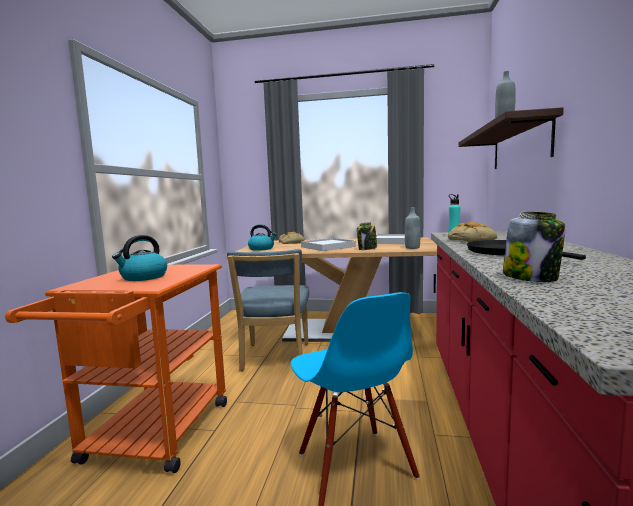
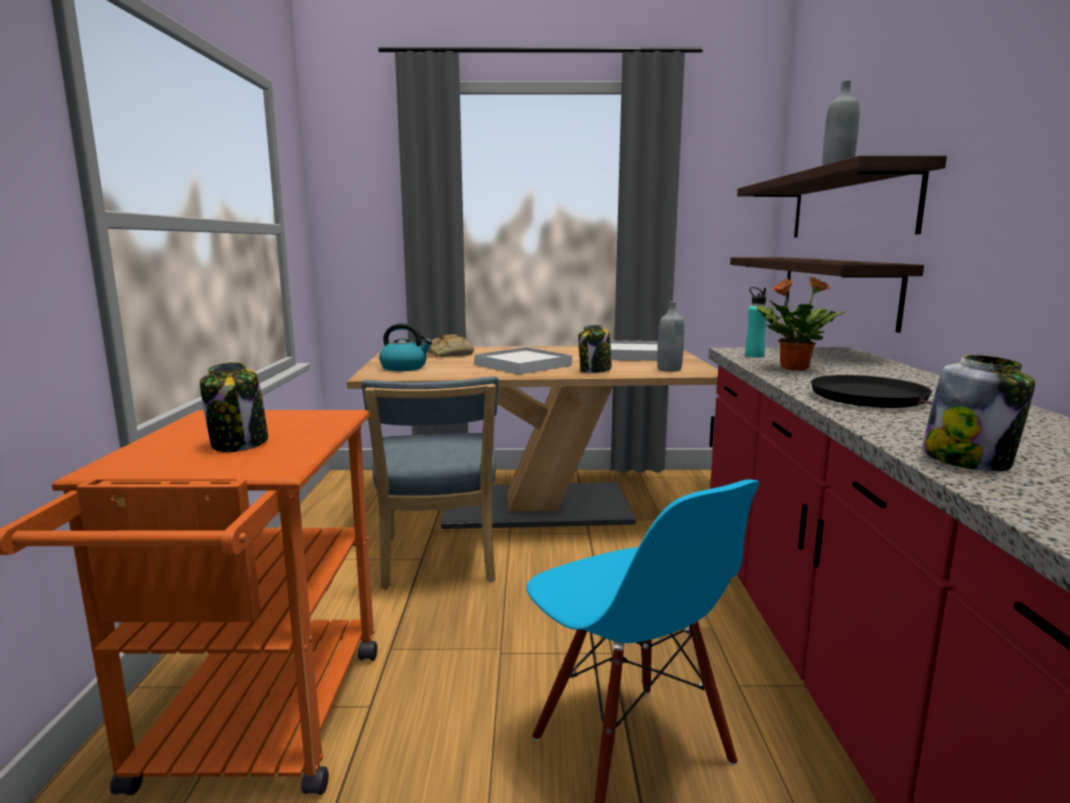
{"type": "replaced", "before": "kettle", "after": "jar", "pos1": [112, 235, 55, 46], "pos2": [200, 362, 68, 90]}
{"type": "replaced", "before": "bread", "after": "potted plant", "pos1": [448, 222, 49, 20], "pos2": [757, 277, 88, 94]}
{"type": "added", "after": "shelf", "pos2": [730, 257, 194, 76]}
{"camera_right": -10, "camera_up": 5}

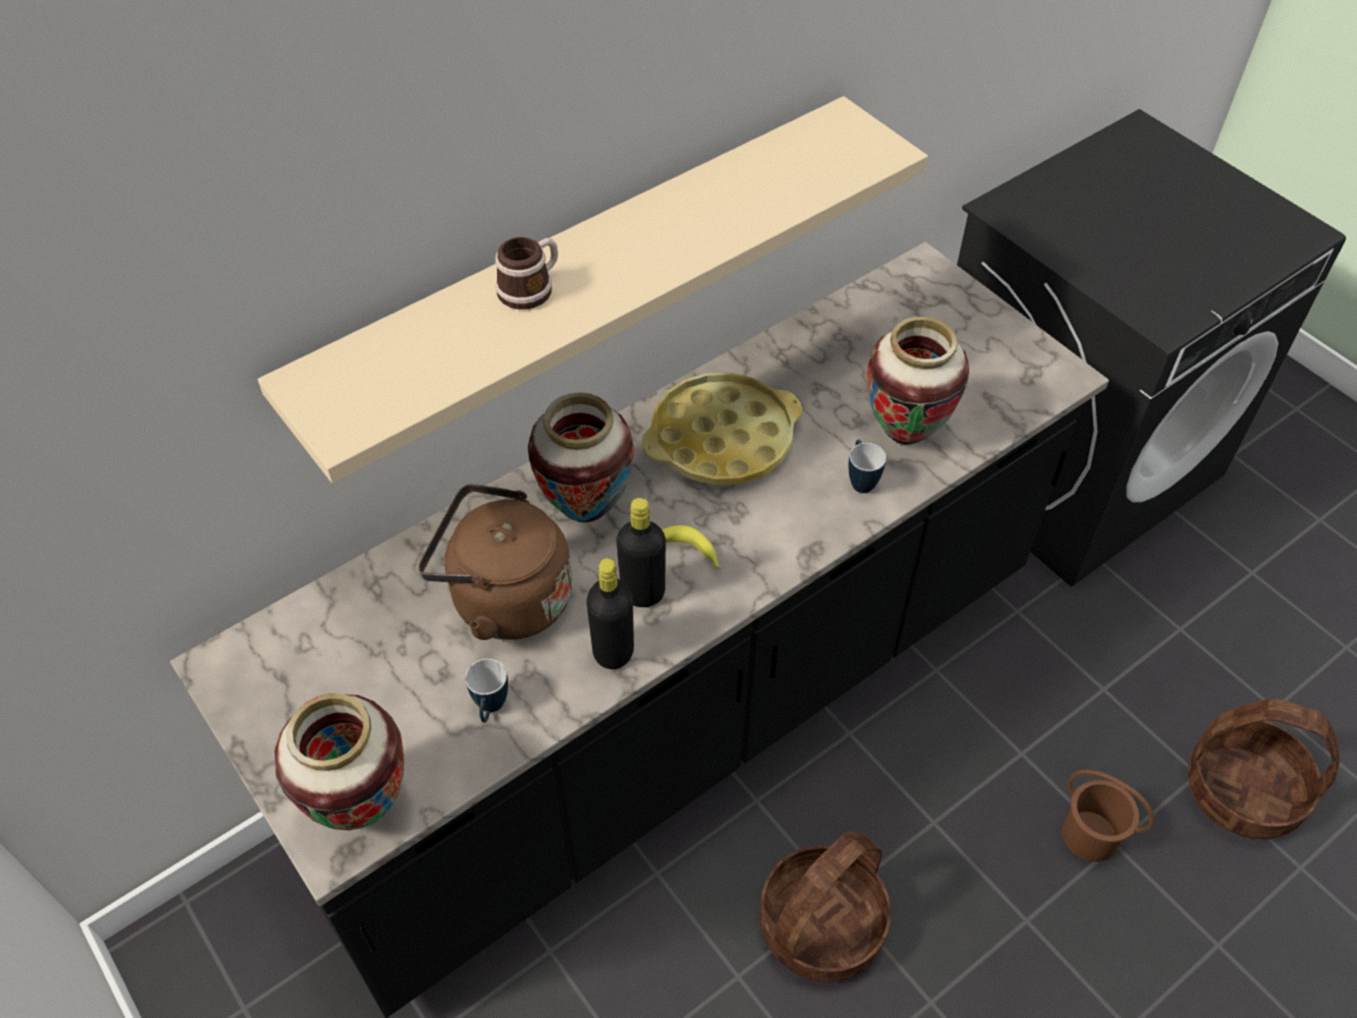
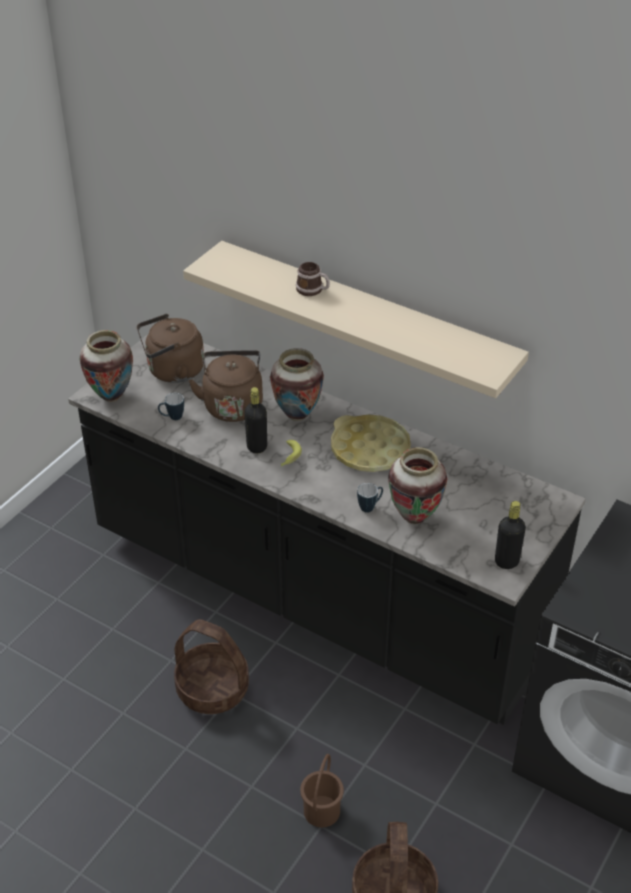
{"type": "moved", "before": "black bottle", "pos1": [586, 558, 48, 111], "pos2": [495, 501, 31, 68]}
{"type": "added", "after": "brown kettle", "pos2": [137, 314, 67, 69]}
{"camera_right": 70, "camera_up": -10}

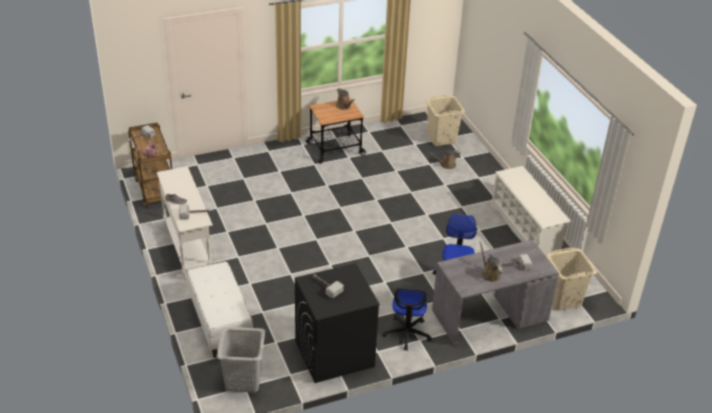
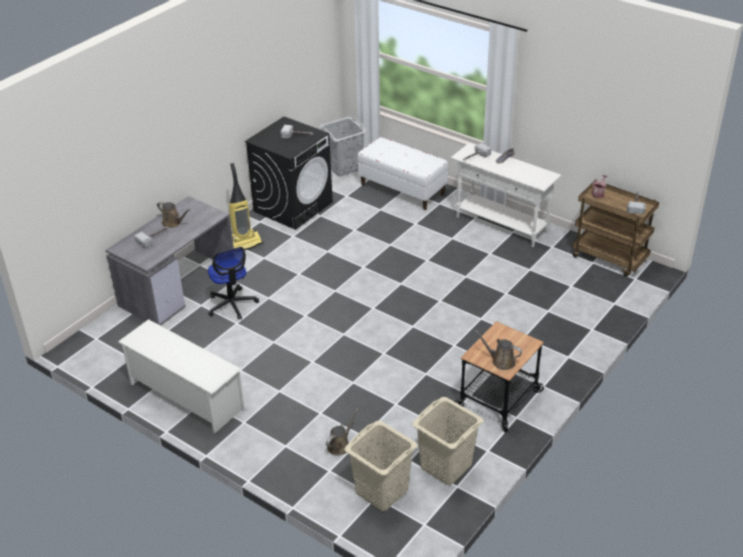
{"type": "replaced", "before": "office chair", "after": "vacuum cleaner", "pos1": [382, 288, 50, 63], "pos2": [229, 163, 34, 87]}
{"type": "moved", "before": "beige laundry basket", "pos1": [546, 248, 51, 62], "pos2": [412, 397, 71, 88]}
{"camera_right": 150, "camera_up": 0}

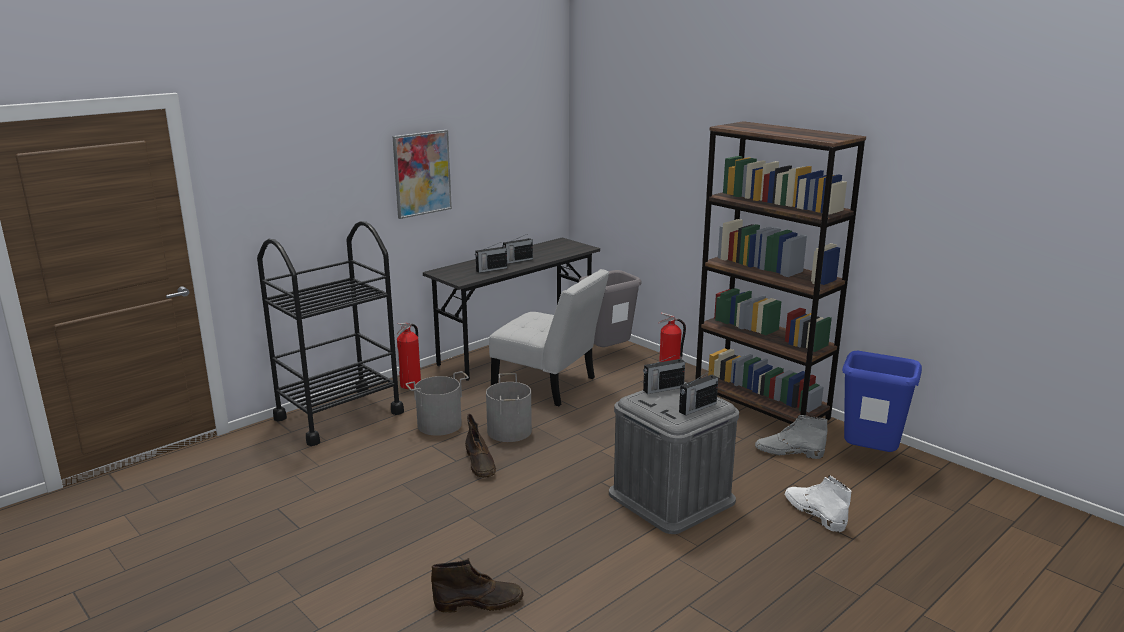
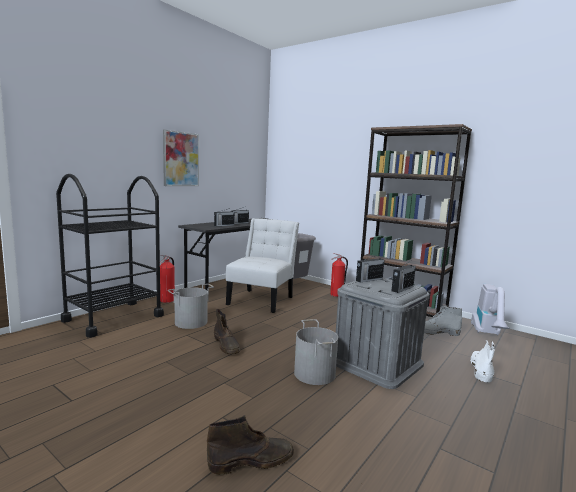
{"type": "moved", "before": "grey bucket", "pos1": [486, 373, 46, 69], "pos2": [294, 319, 44, 66]}
{"type": "turned", "before": "white chair", "pos1": [489, 269, 120, 137], "pos2": [226, 218, 73, 95], "turn": -90}
{"type": "turned", "before": "white boot", "pos1": [785, 476, 66, 57], "pos2": [470, 340, 25, 42], "turn": 60}
{"type": "replaced", "before": "blue trash can", "after": "vacuum cleaner", "pos1": [842, 351, 80, 101], "pos2": [471, 284, 39, 51]}
{"camera_right": -10, "camera_up": -10}

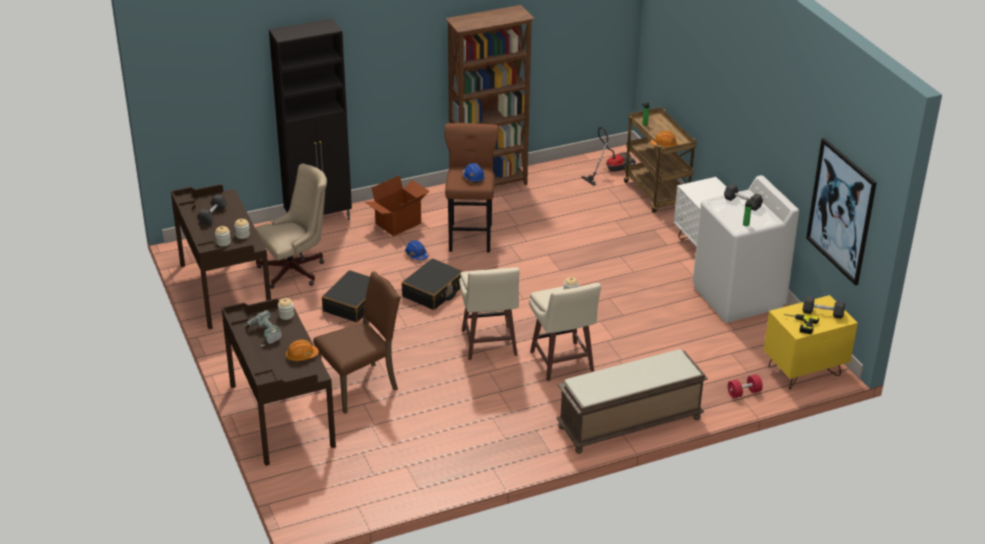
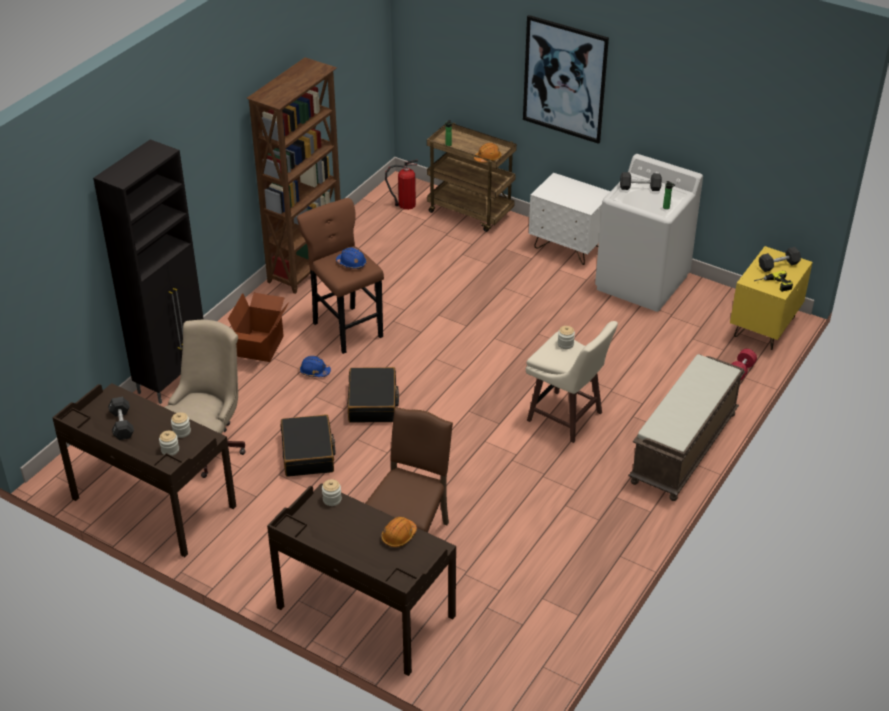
{"type": "removed", "before": "power drill", "pos1": [245, 310, 37, 37]}
{"type": "removed", "before": "beige stool", "pos1": [459, 267, 61, 93]}
{"type": "replaced", "before": "vacuum cleaner", "after": "fire extinguisher", "pos1": [581, 127, 55, 59], "pos2": [385, 160, 33, 50]}
{"type": "moved", "before": "picture", "pos1": [806, 138, 71, 148], "pos2": [523, 15, 86, 129]}
{"camera_right": -35, "camera_up": 5}

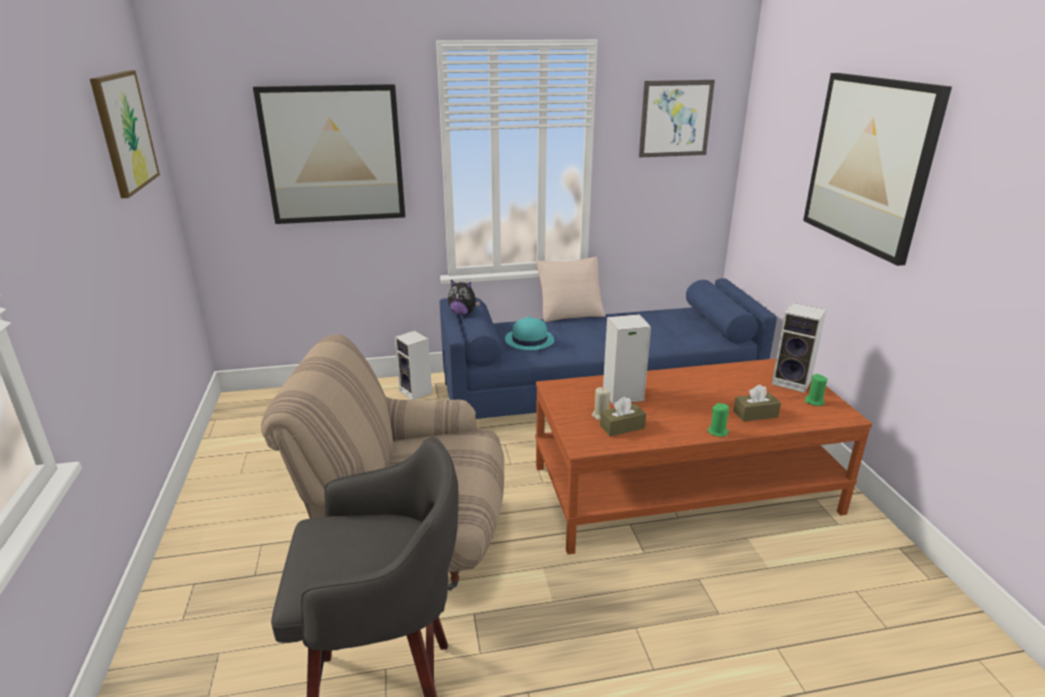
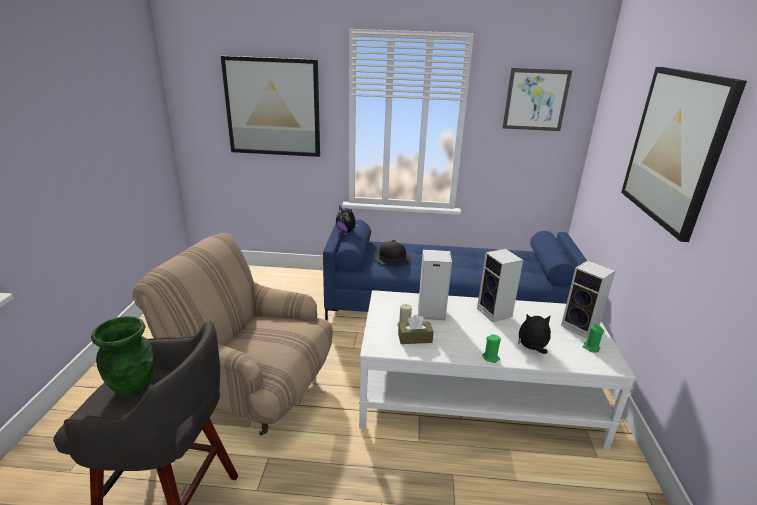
{"type": "removed", "before": "picture", "pos1": [90, 70, 70, 128]}
{"type": "moved", "before": "speaker", "pos1": [395, 331, 37, 69], "pos2": [477, 249, 46, 73]}
{"type": "recoloured", "before": "turquoise hat", "after": "black hat", "pos1": [505, 316, 49, 34], "pos2": [374, 240, 37, 26]}
{"type": "removed", "before": "beige pillow", "pos1": [536, 257, 70, 65]}
{"type": "recoloured", "before": "brown coffee table", "after": "white coffee table", "pos1": [536, 358, 336, 197], "pos2": [359, 290, 277, 160]}
{"type": "replaced", "before": "brown tissue box", "after": "plush toy", "pos1": [733, 384, 48, 38], "pos2": [518, 314, 33, 40]}
{"type": "added", "after": "green vase", "pos2": [91, 316, 64, 81]}
{"camera_right": 15, "camera_up": 0}

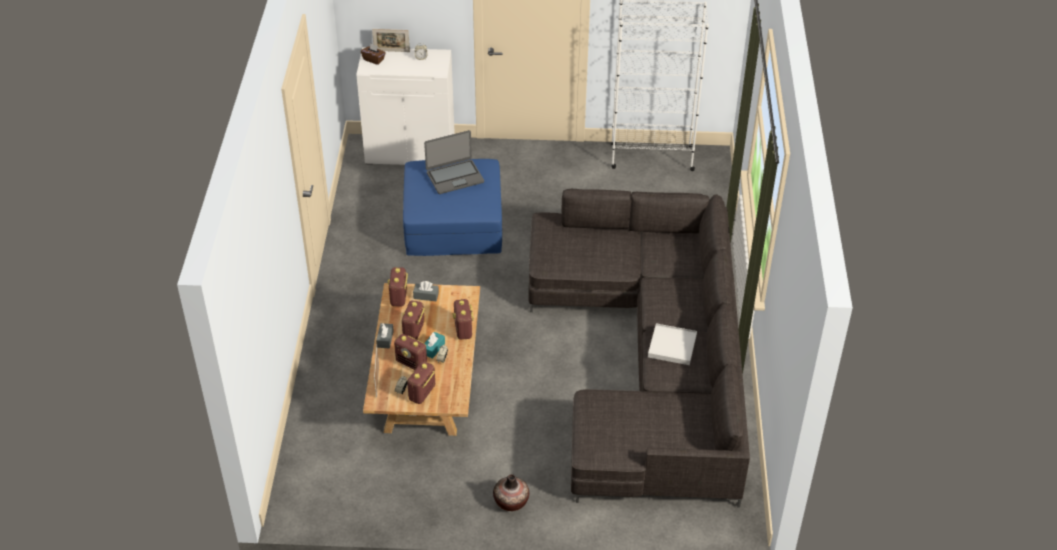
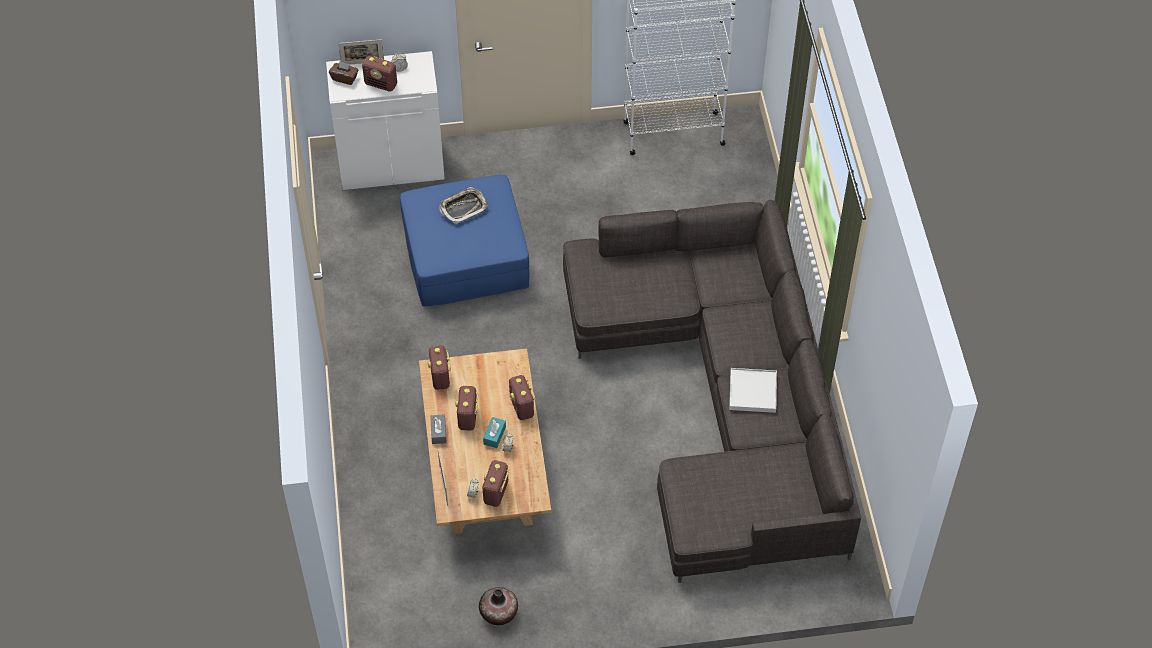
{"type": "moved", "before": "radio", "pos1": [394, 334, 33, 36], "pos2": [362, 56, 35, 36]}
{"type": "removed", "before": "grey tissue box", "pos1": [413, 281, 26, 20]}
{"type": "replaced", "before": "laptop", "after": "tray", "pos1": [424, 130, 60, 64], "pos2": [439, 187, 49, 37]}
{"type": "moved", "before": "vase", "pos1": [493, 474, 36, 37], "pos2": [479, 587, 39, 38]}
{"camera_right": -10, "camera_up": 10}

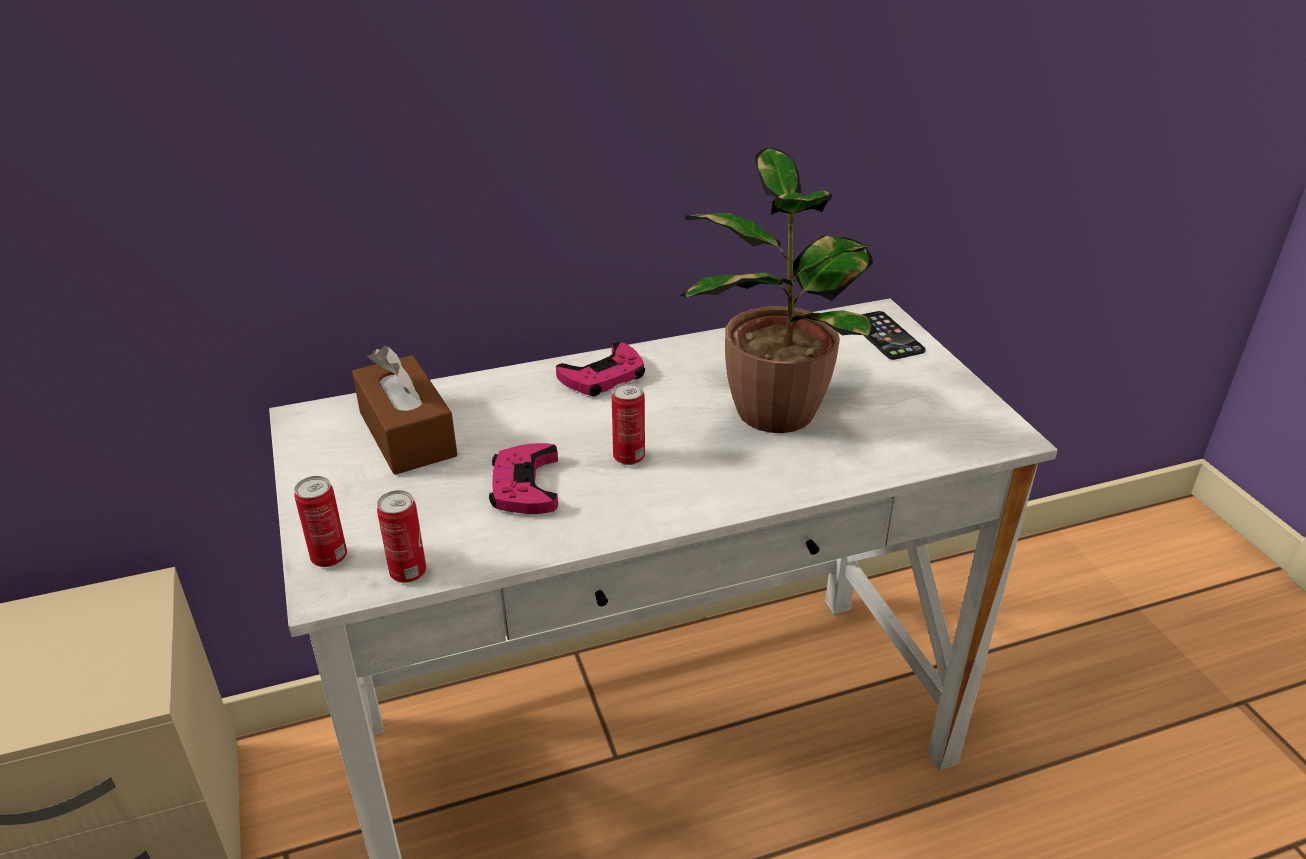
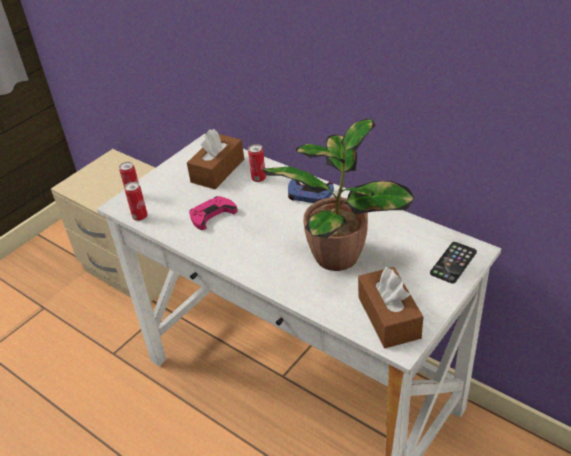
{"type": "recoloured", "before": "pink game controller", "after": "blue game controller", "pos1": [556, 342, 89, 54], "pos2": [288, 179, 46, 24]}
{"type": "moved", "before": "can", "pos1": [612, 382, 33, 83], "pos2": [248, 144, 18, 38]}
{"type": "added", "after": "brown tissue box", "pos2": [358, 267, 65, 81]}
{"camera_right": 60, "camera_up": 5}

